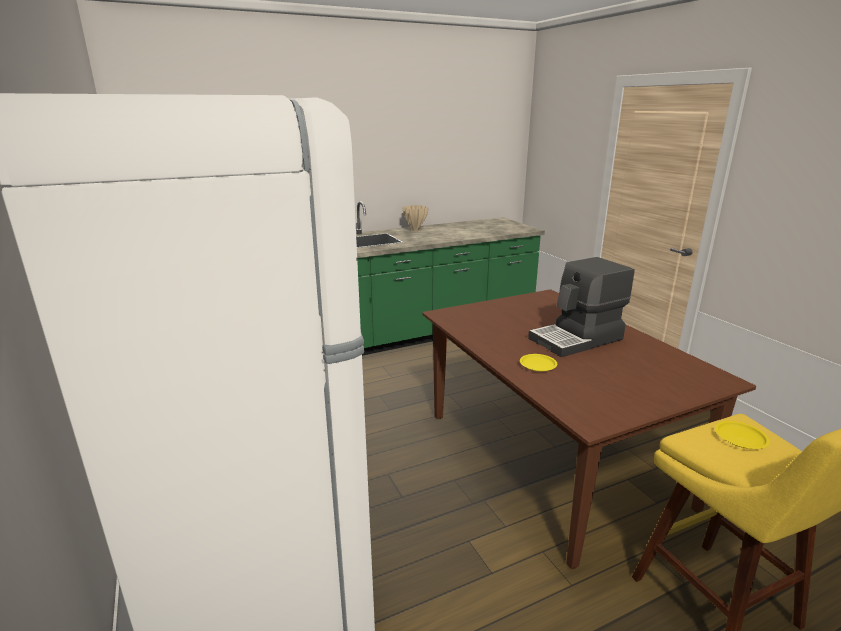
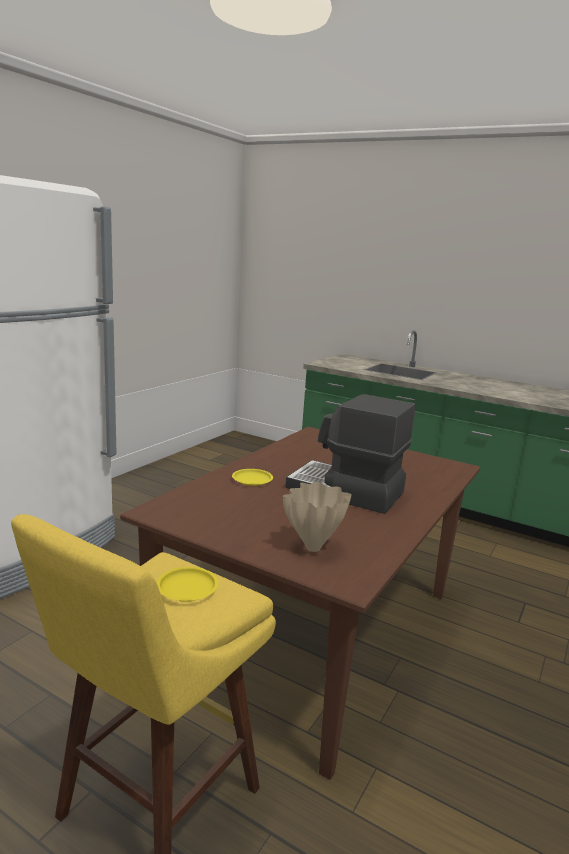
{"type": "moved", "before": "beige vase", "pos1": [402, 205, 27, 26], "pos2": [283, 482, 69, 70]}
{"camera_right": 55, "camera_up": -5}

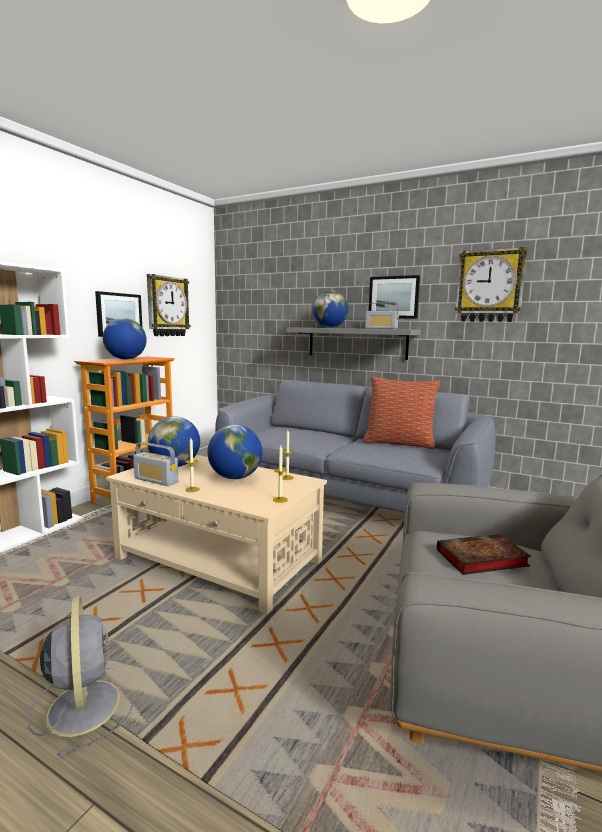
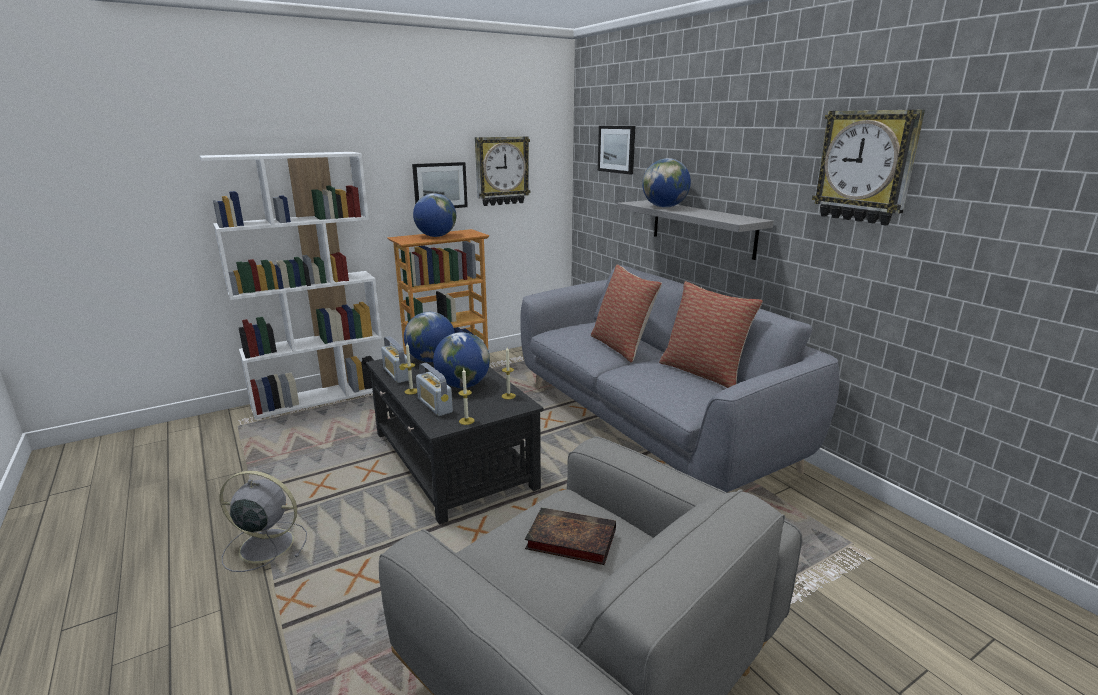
{"type": "turned", "before": "grey fan", "pos1": [27, 596, 108, 162], "pos2": [220, 471, 87, 101], "turn": -90}
{"type": "recoloured", "before": "beige coffee table", "after": "black coffee table", "pos1": [106, 455, 221, 160], "pos2": [367, 354, 177, 171]}
{"type": "moved", "before": "radio", "pos1": [365, 303, 34, 26], "pos2": [416, 363, 37, 53]}
{"type": "moved", "before": "picture", "pos1": [369, 275, 51, 44], "pos2": [598, 126, 37, 48]}
{"type": "added", "after": "pillow", "pos2": [591, 264, 71, 99]}
{"camera_right": 30, "camera_up": 10}

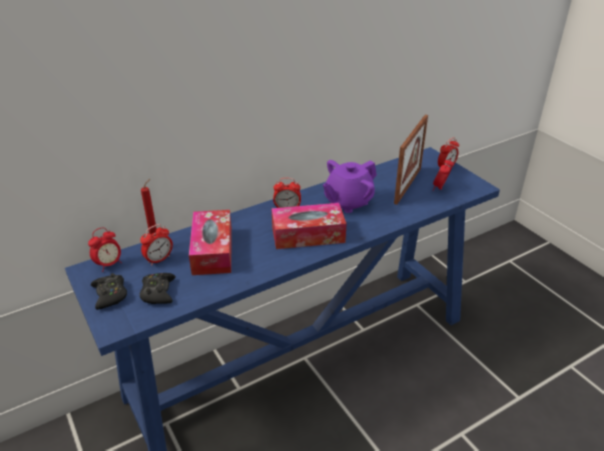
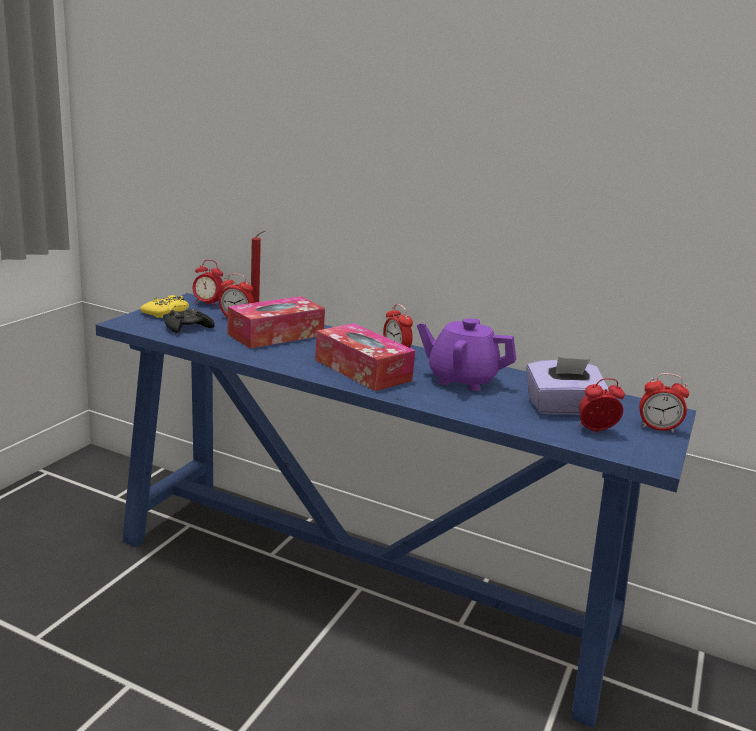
{"type": "recoloured", "before": "black game controller", "after": "yellow game controller", "pos1": [91, 273, 36, 37], "pos2": [140, 295, 49, 23]}
{"type": "replaced", "before": "picture frame", "after": "purple tissue box", "pos1": [394, 115, 34, 90], "pos2": [526, 357, 83, 58]}
{"camera_right": 55, "camera_up": -15}

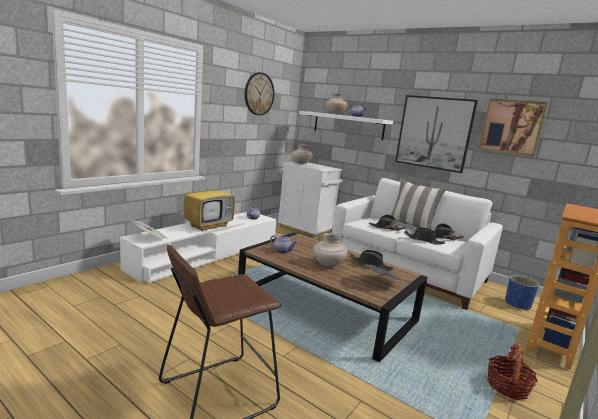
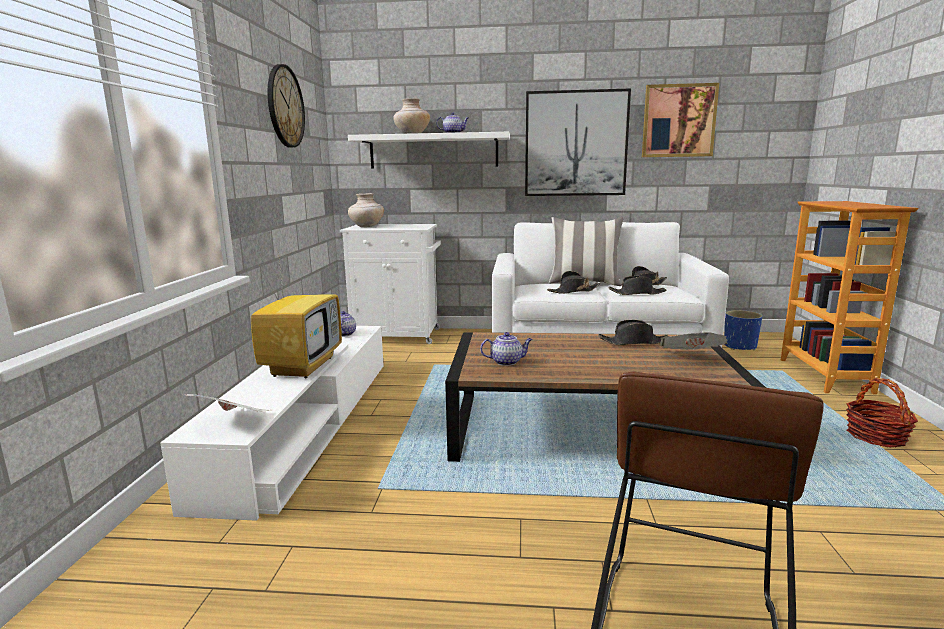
{"type": "removed", "before": "beige vase", "pos1": [313, 233, 35, 34]}
{"camera_right": -30, "camera_up": 0}

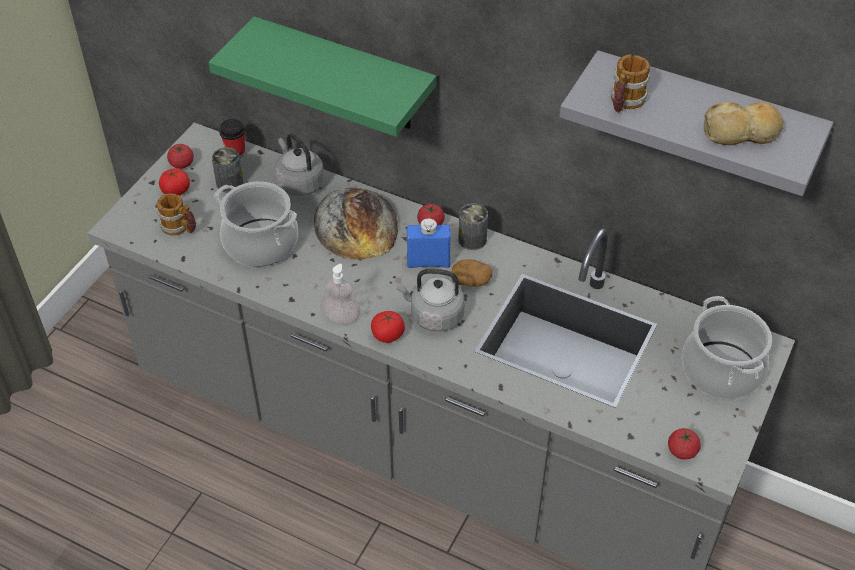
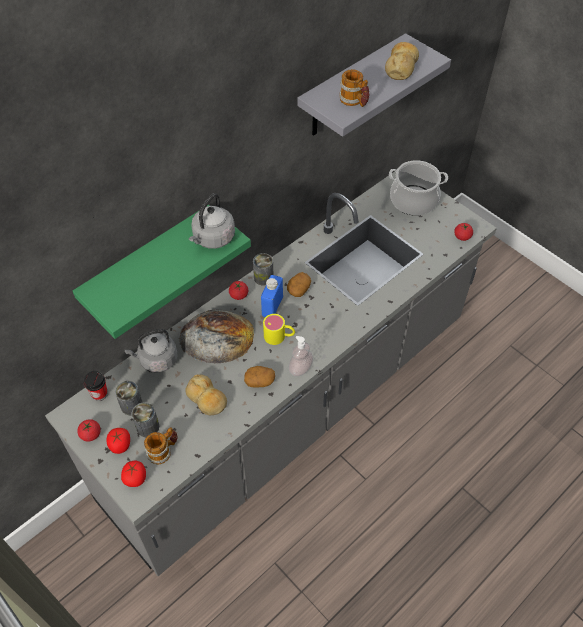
{"type": "replaced", "before": "cooking pot", "after": "bread", "pos1": [214, 182, 84, 85], "pos2": [185, 374, 42, 41]}
{"type": "moved", "before": "tomato", "pos1": [371, 311, 34, 32], "pos2": [121, 461, 25, 26]}
{"type": "moved", "before": "grey kettle", "pos1": [397, 269, 67, 62], "pos2": [189, 193, 46, 56]}
{"type": "added", "after": "can", "pos2": [131, 402, 28, 35]}
{"type": "added", "after": "potato", "pos2": [244, 366, 31, 21]}
{"type": "added", "after": "yellow mug", "pos2": [263, 314, 32, 31]}
{"camera_right": -70, "camera_up": 5}

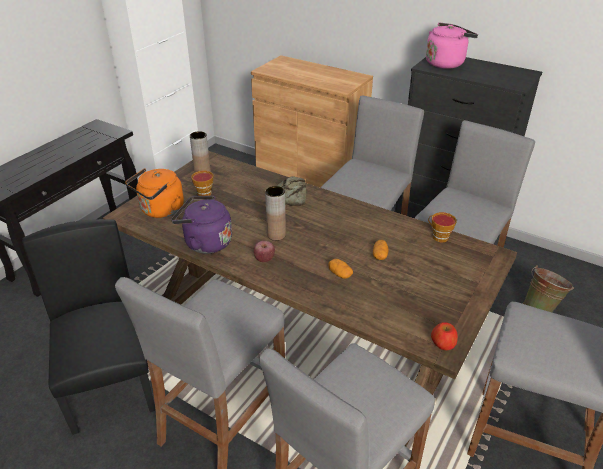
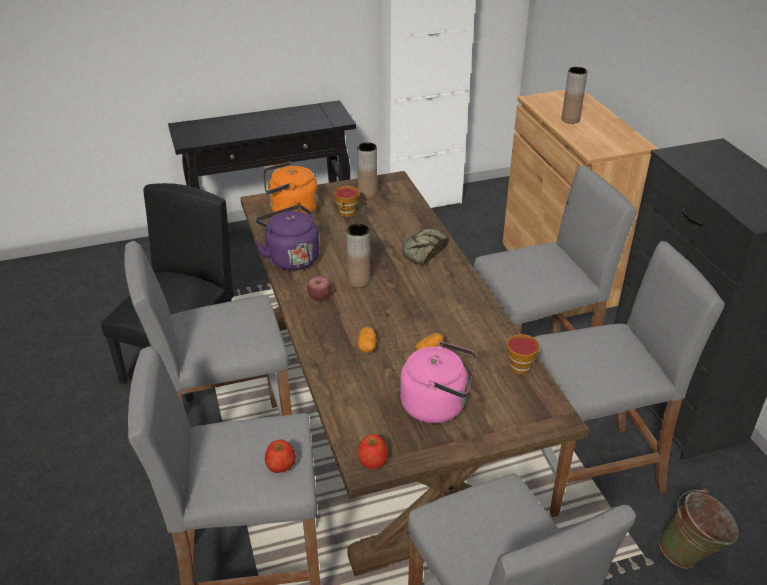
{"type": "moved", "before": "pink kettle", "pos1": [426, 22, 52, 47], "pos2": [400, 341, 76, 82]}
{"type": "added", "after": "apple", "pos2": [265, 439, 31, 34]}
{"type": "added", "after": "brown vase", "pos2": [562, 67, 26, 57]}
{"camera_right": 40, "camera_up": 0}

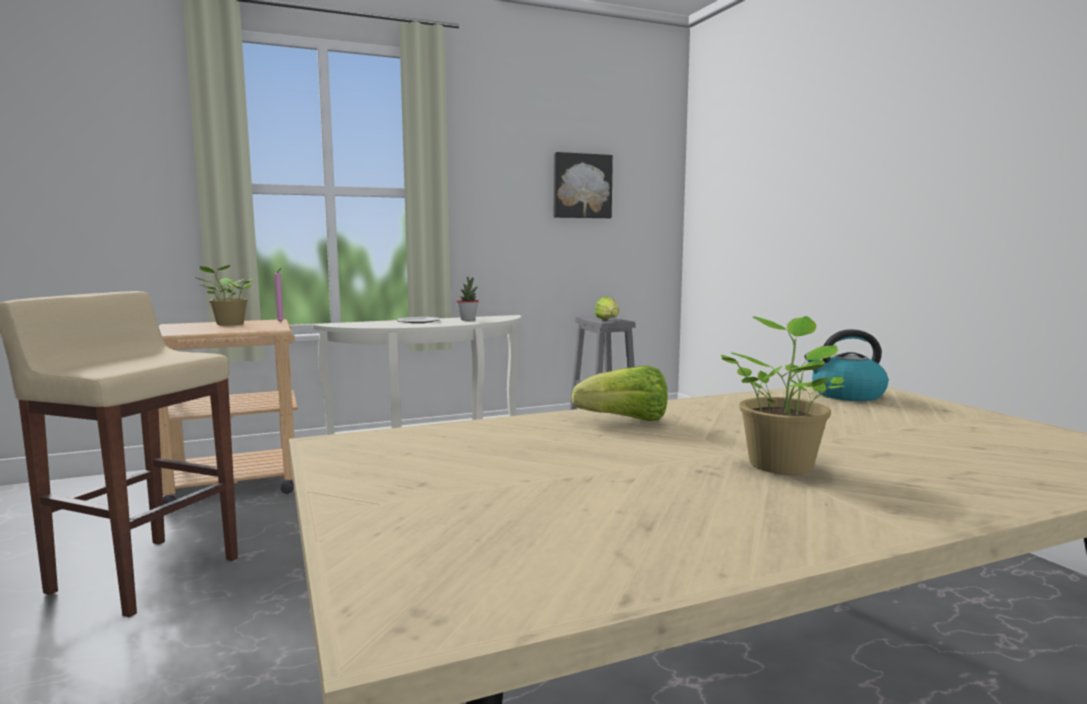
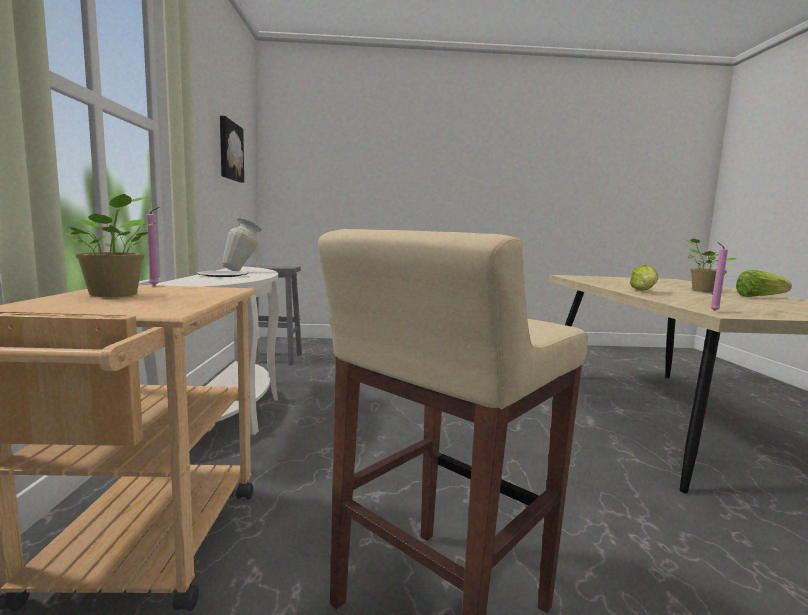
{"type": "replaced", "before": "potted plant", "after": "vase", "pos1": [456, 277, 23, 44], "pos2": [222, 218, 40, 53]}
{"type": "moved", "before": "lettuce", "pos1": [595, 296, 24, 23], "pos2": [736, 270, 56, 27]}
{"type": "removed", "before": "kettle", "pos1": [804, 329, 84, 72]}
{"type": "added", "after": "pink candle", "pos2": [710, 242, 18, 69]}
{"camera_right": -70, "camera_up": 0}

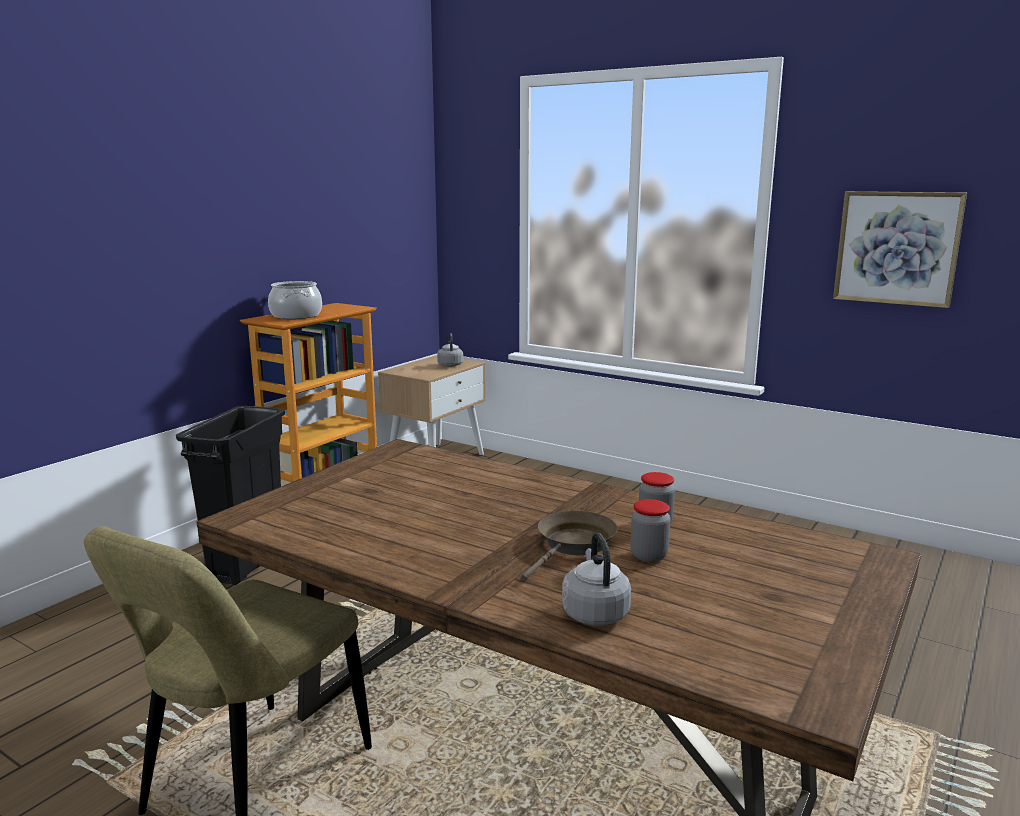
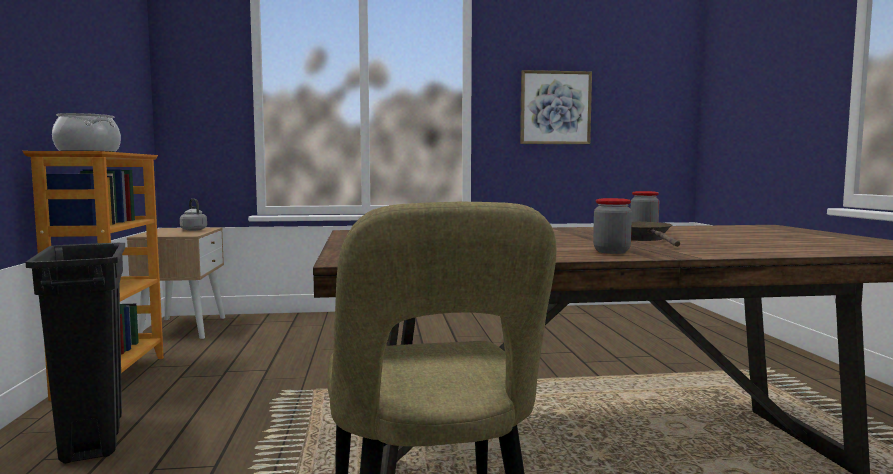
{"type": "removed", "before": "grey kettle", "pos1": [562, 533, 69, 93]}
{"type": "moved", "before": "jar", "pos1": [630, 499, 40, 63], "pos2": [593, 198, 39, 56]}
{"camera_right": -40, "camera_up": -10}

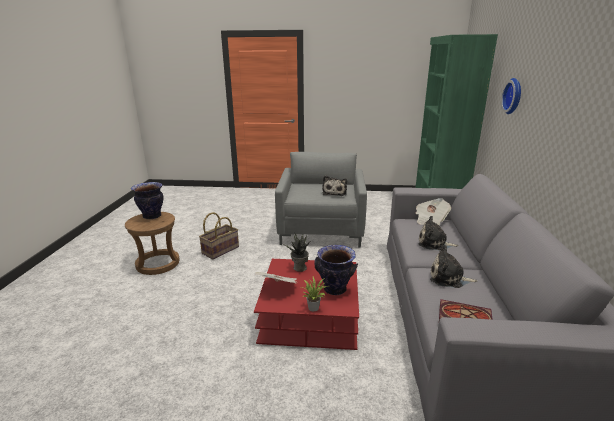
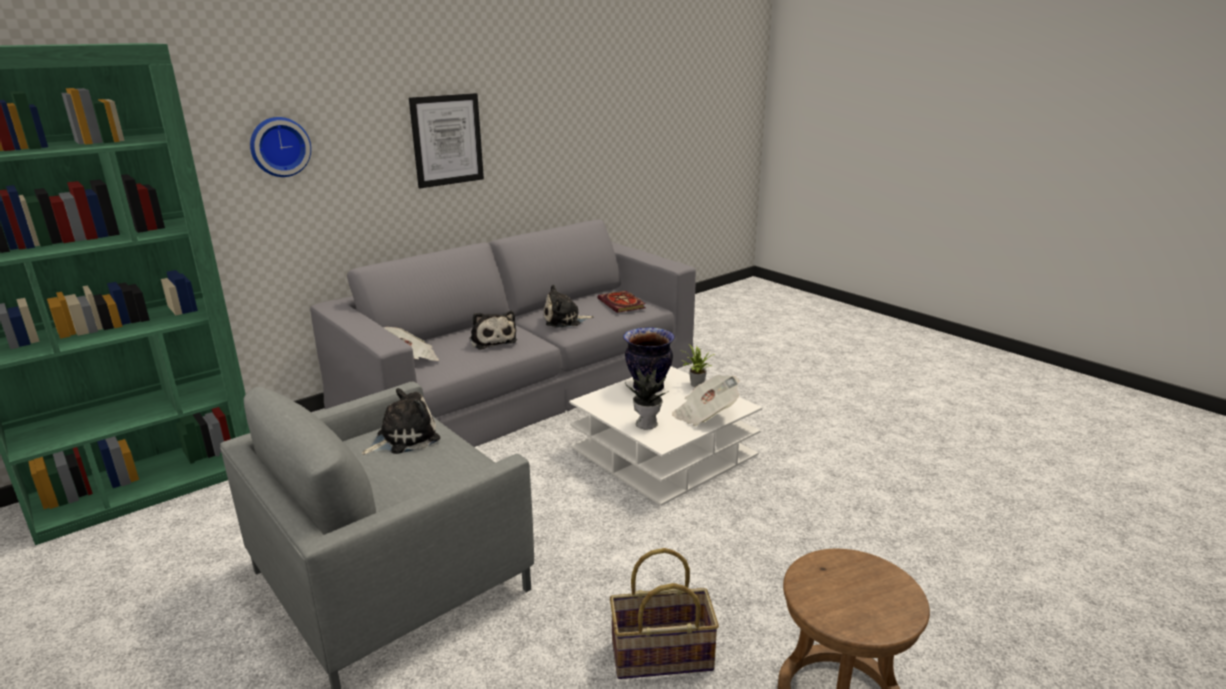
{"type": "removed", "before": "vase", "pos1": [131, 182, 33, 37]}
{"type": "recoloured", "before": "red coffee table", "after": "white coffee table", "pos1": [254, 259, 105, 91], "pos2": [569, 366, 193, 140]}
{"type": "turned", "before": "plush toy", "pos1": [430, 245, 47, 43], "pos2": [544, 285, 50, 43], "turn": 105}
{"type": "added", "after": "picture", "pos2": [409, 93, 75, 95]}
{"camera_right": -135, "camera_up": 0}

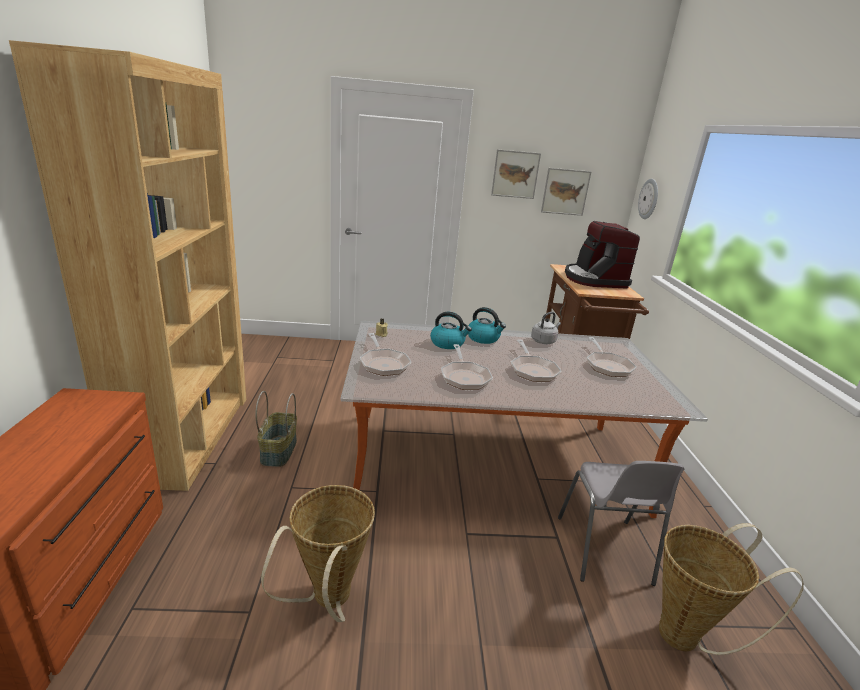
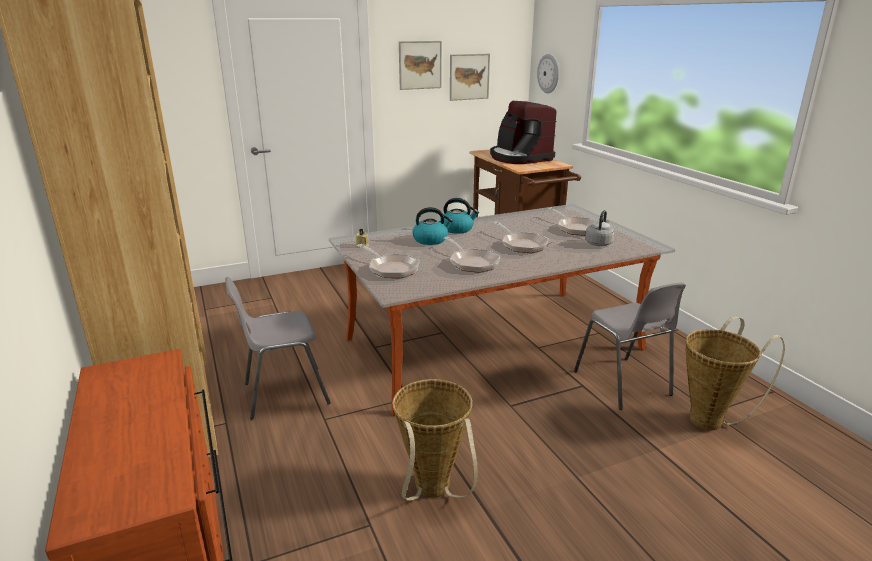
{"type": "replaced", "before": "basket", "after": "grey chair", "pos1": [255, 391, 42, 76], "pos2": [225, 277, 106, 142]}
{"type": "moved", "before": "grey kettle", "pos1": [531, 312, 30, 32], "pos2": [585, 210, 29, 36]}
{"camera_right": -20, "camera_up": 0}

